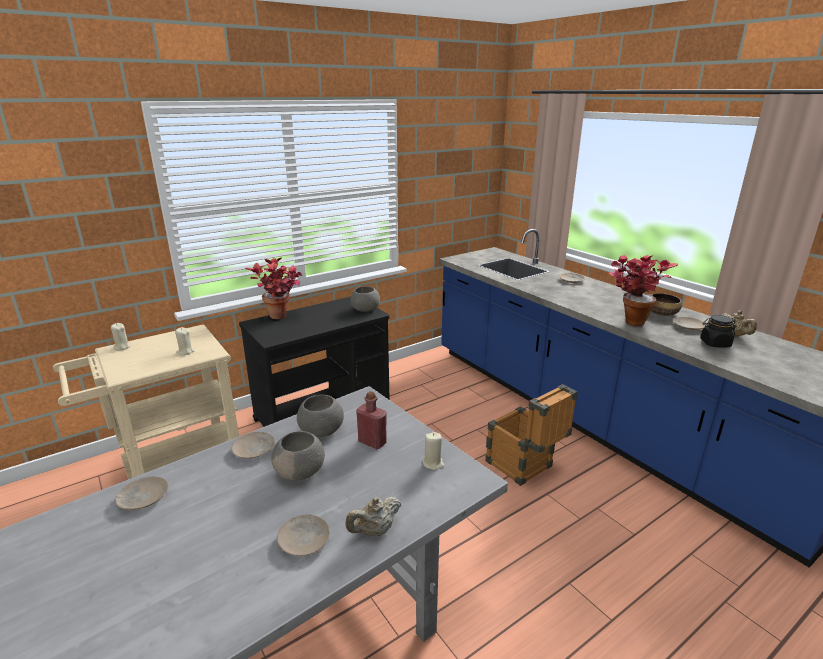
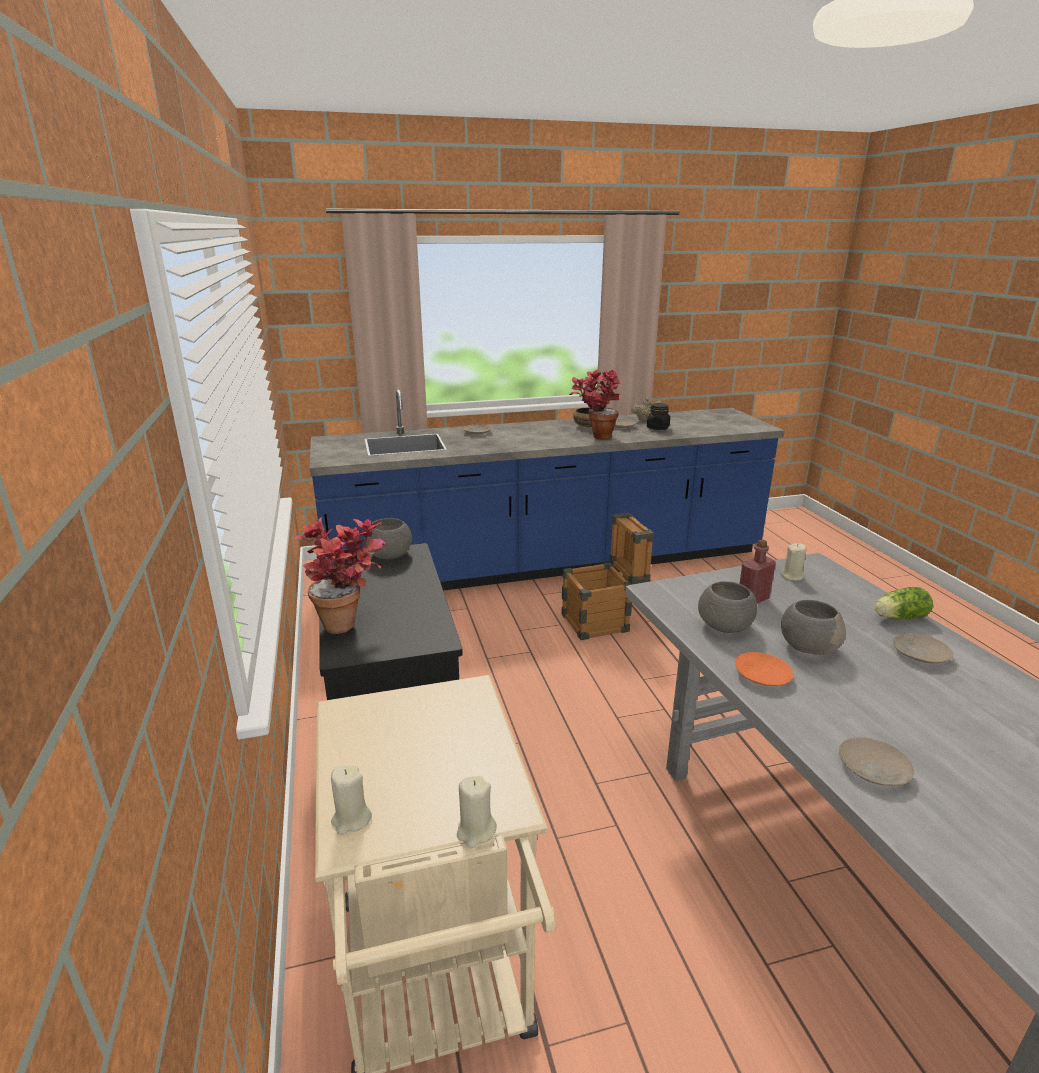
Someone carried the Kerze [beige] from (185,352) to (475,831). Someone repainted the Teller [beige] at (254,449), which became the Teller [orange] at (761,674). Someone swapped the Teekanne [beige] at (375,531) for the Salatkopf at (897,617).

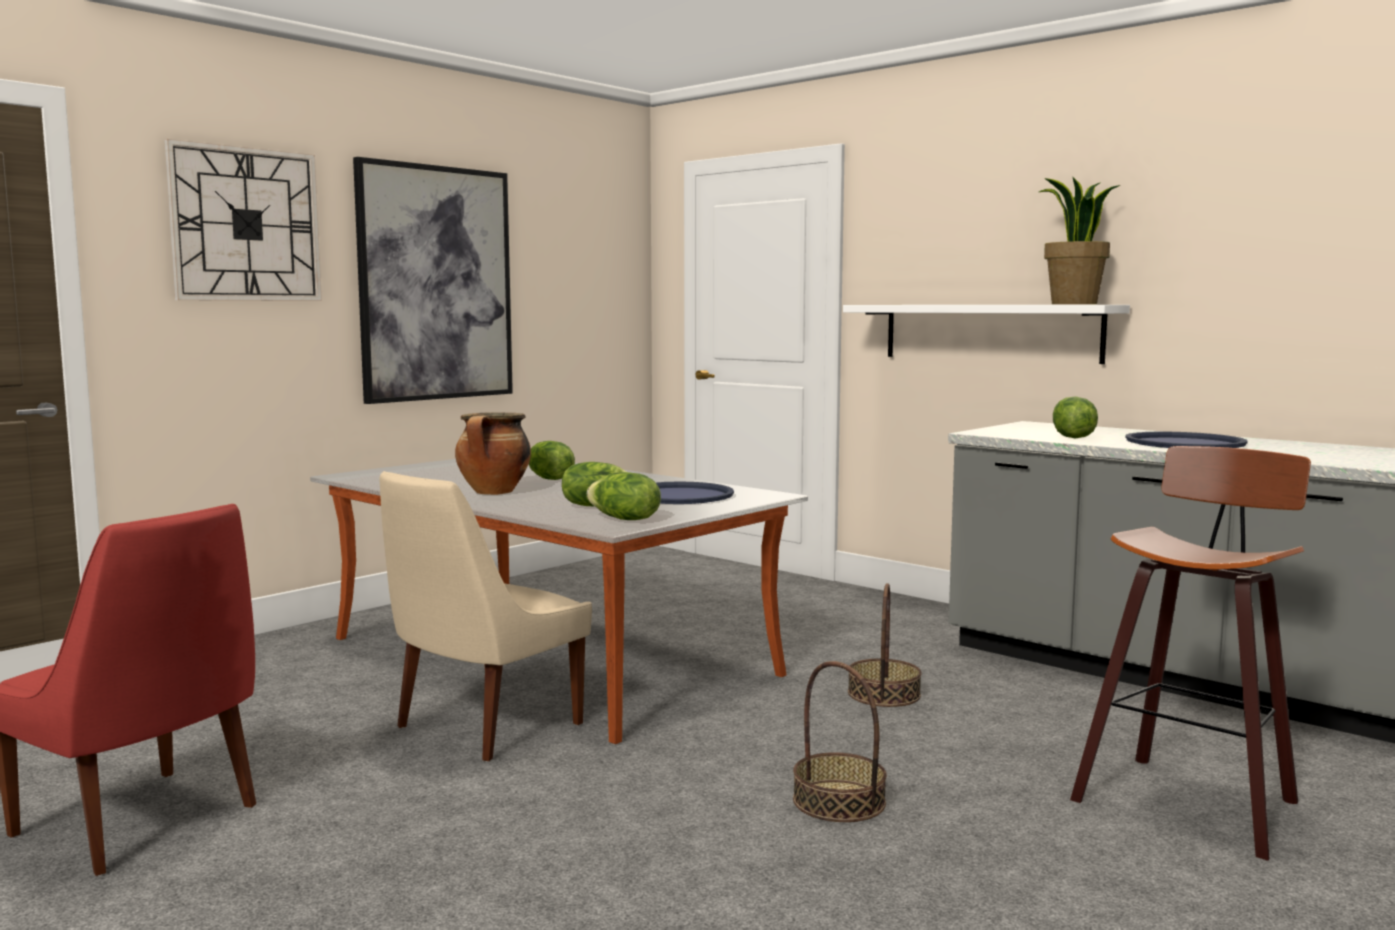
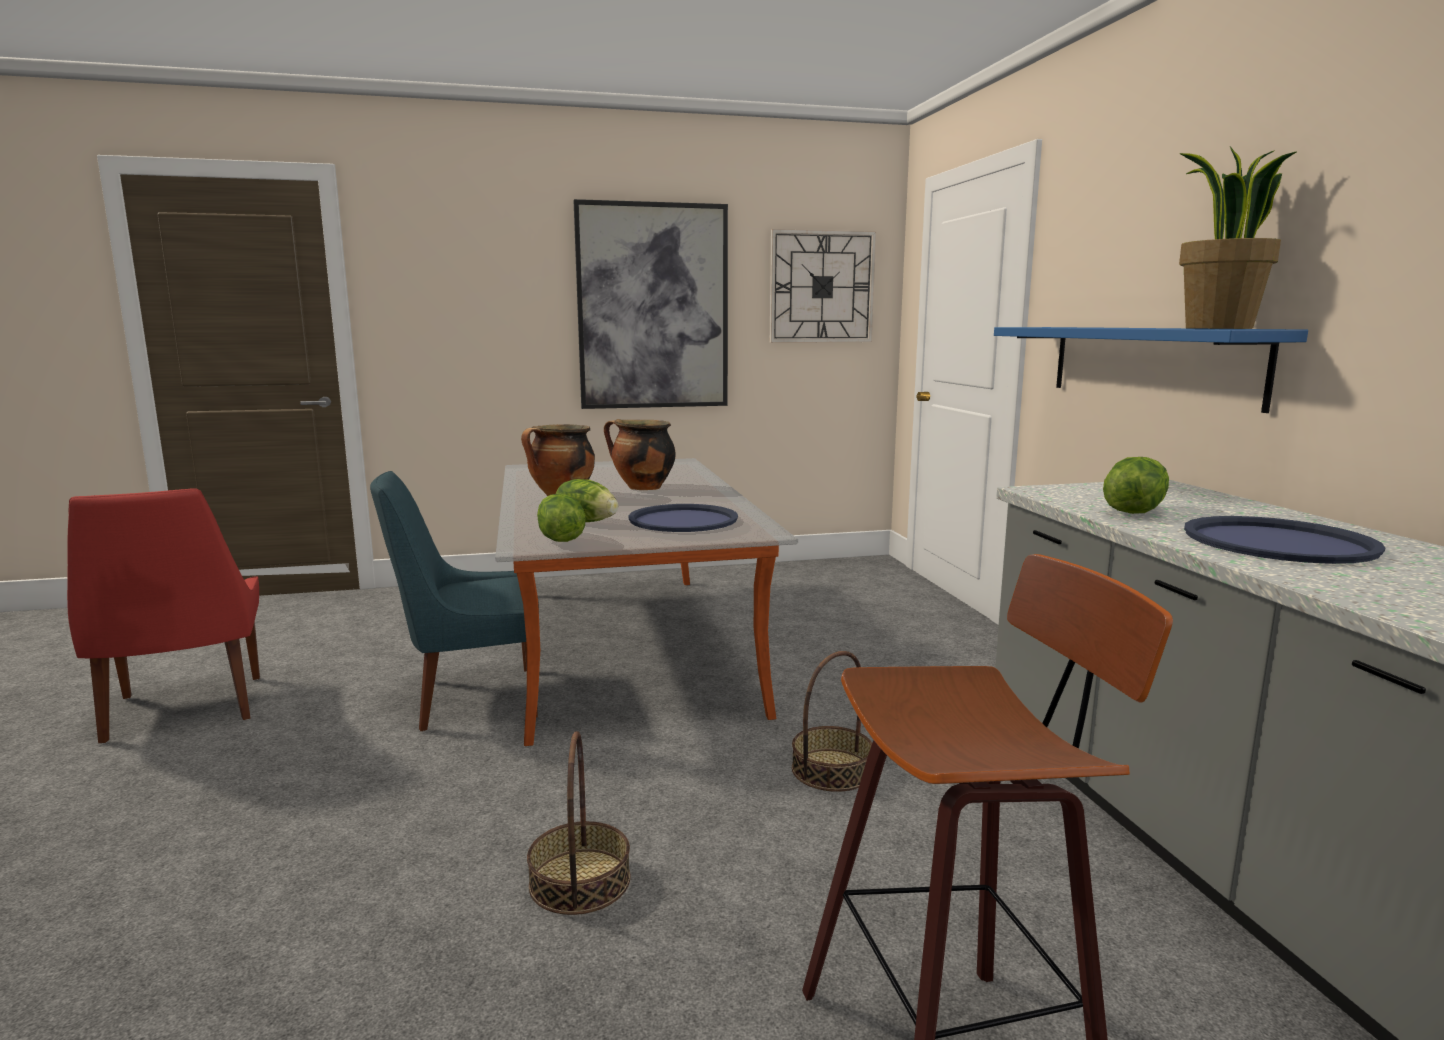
Someone carried the Wanduhr from (246,224) to (821,287). Someone repainted the Stuhl [beige] at (483,727), which became the Stuhl [blau] at (472,699). Someone swapped the Salatkopf at (549,479) for the Kochtopf at (642,488). Someone repainted the Wandregal [weiß] at (990,332), which became the Wandregal [blau] at (1150,363).

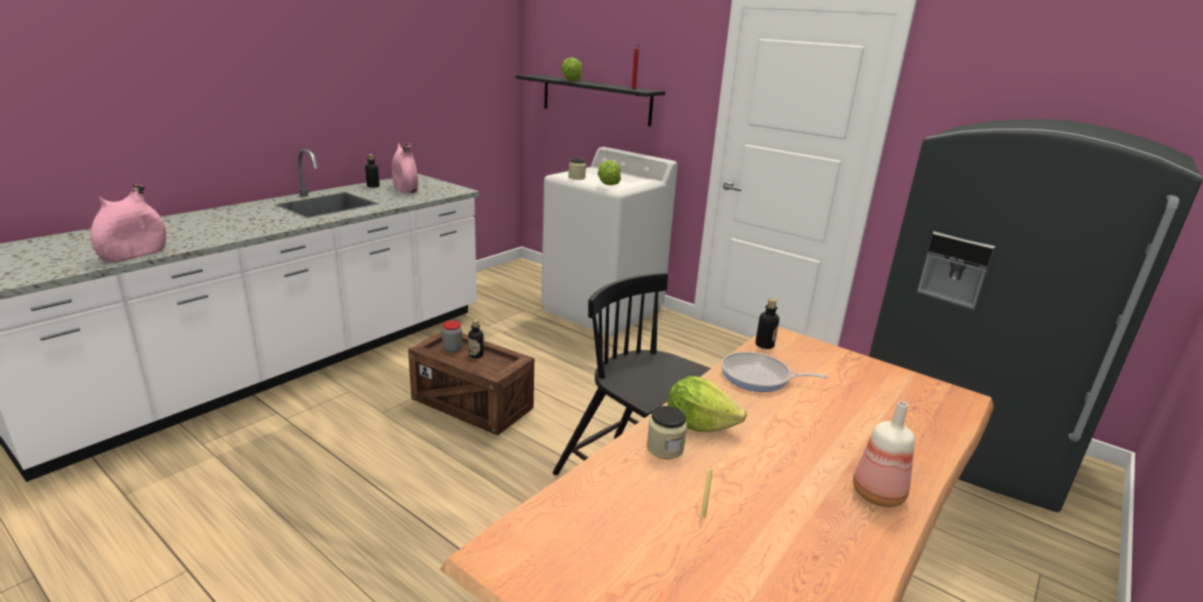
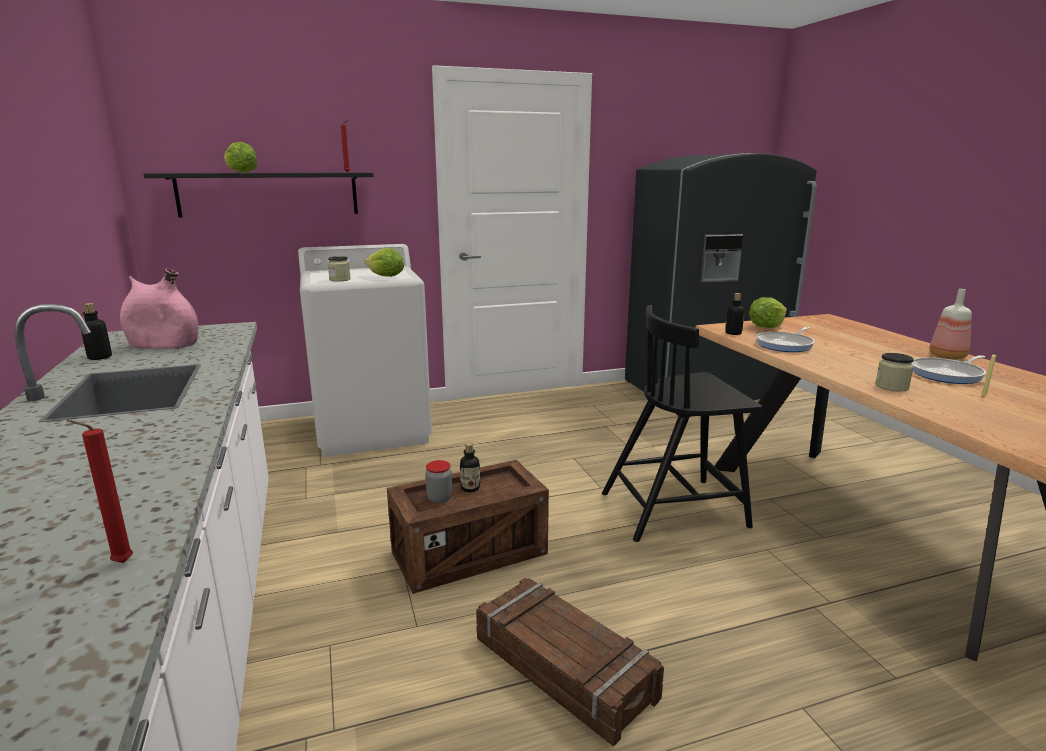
Someone swapped the Vase [rosa] at (134,255) for the Kerze [rot] at (119,564). Someone carried the Salatkopf from (699,424) to (766,327). Someone put down the Kiste at (562,669). Someone put down the Pfanne at (948,374).

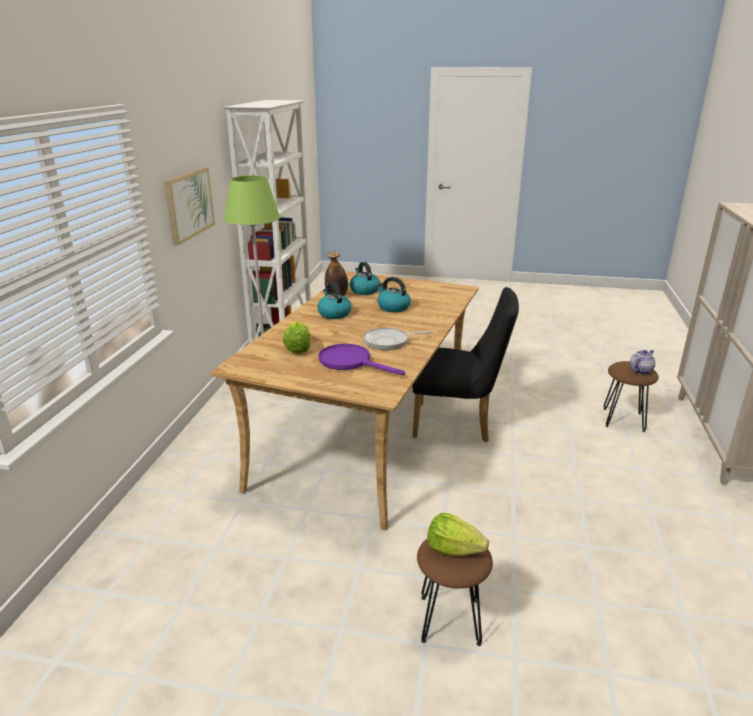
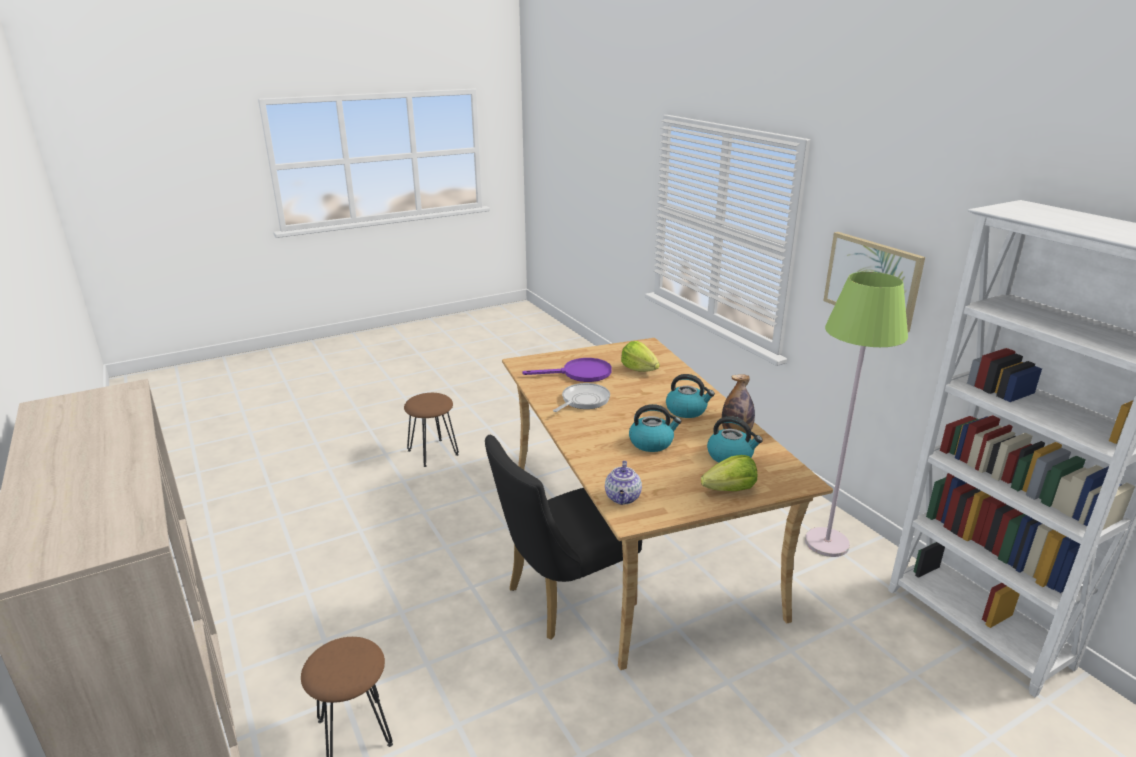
Someone carried the Salatkopf from (454,549) to (730,490). Someone carried the Teekanne from (640,370) to (623,498).

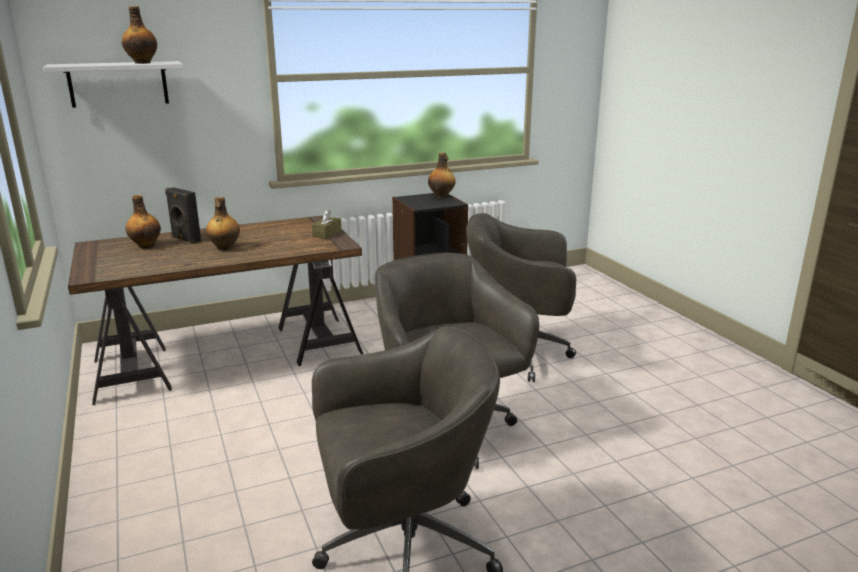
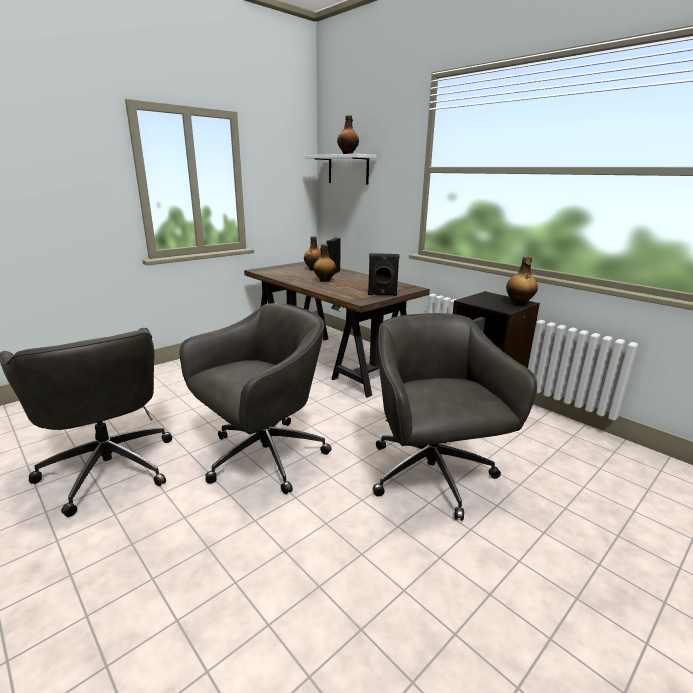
Someone swapped the Taschentuchbox [braun] at (327,234) for the Lautsprecher [schwarz] at (382,294).

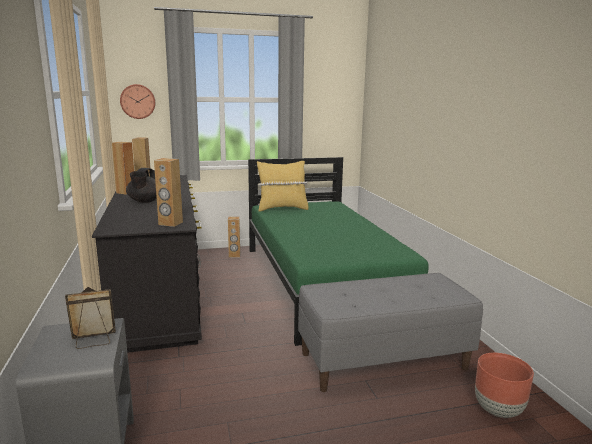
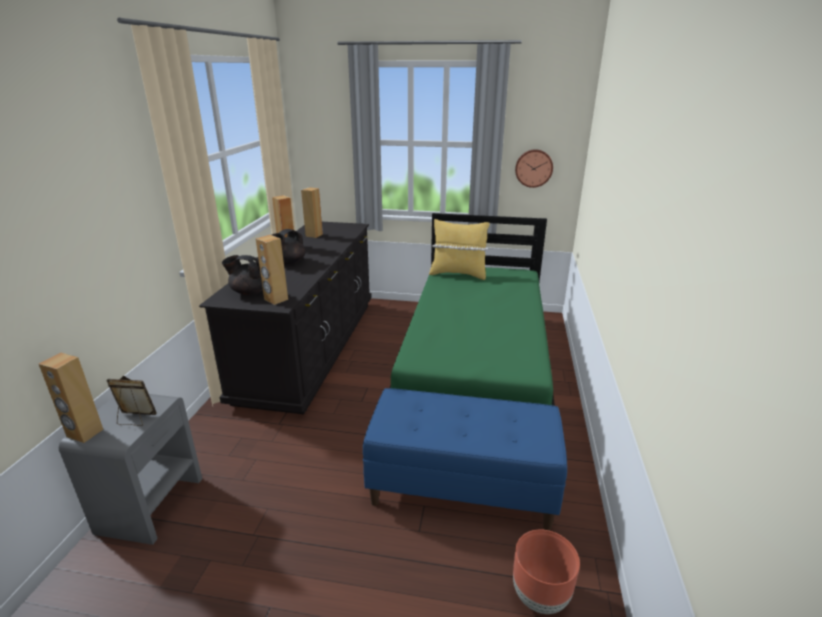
Someone carried the Wanduhr from (138,101) to (533,168). Someone carried the Lautsprecher [braun] from (234,255) to (84,433). Someone repainted the Bank [grau] at (383,360), which became the Bank [blau] at (462,487). Someone put down the Teekanne [schwarz] at (250,292).

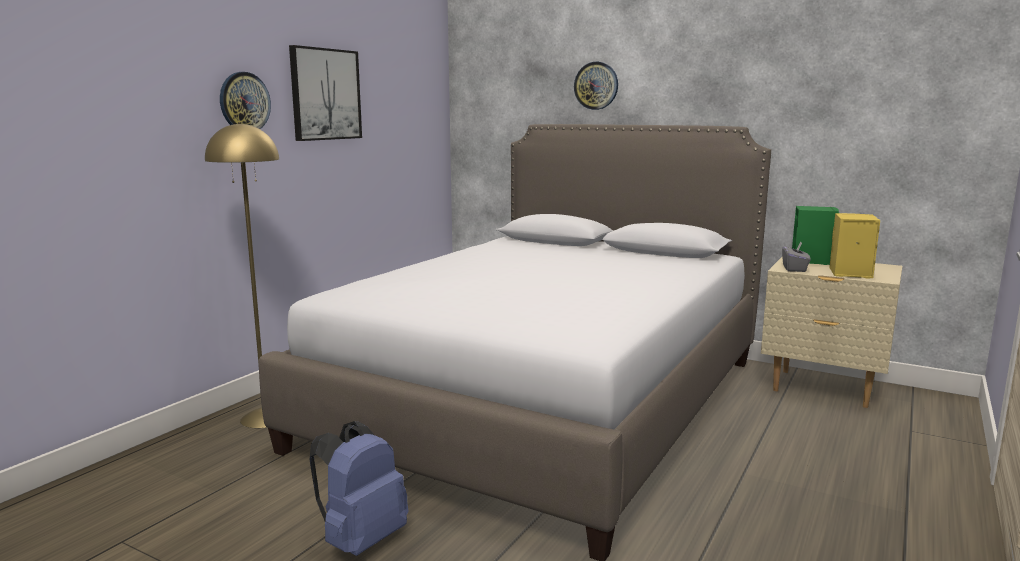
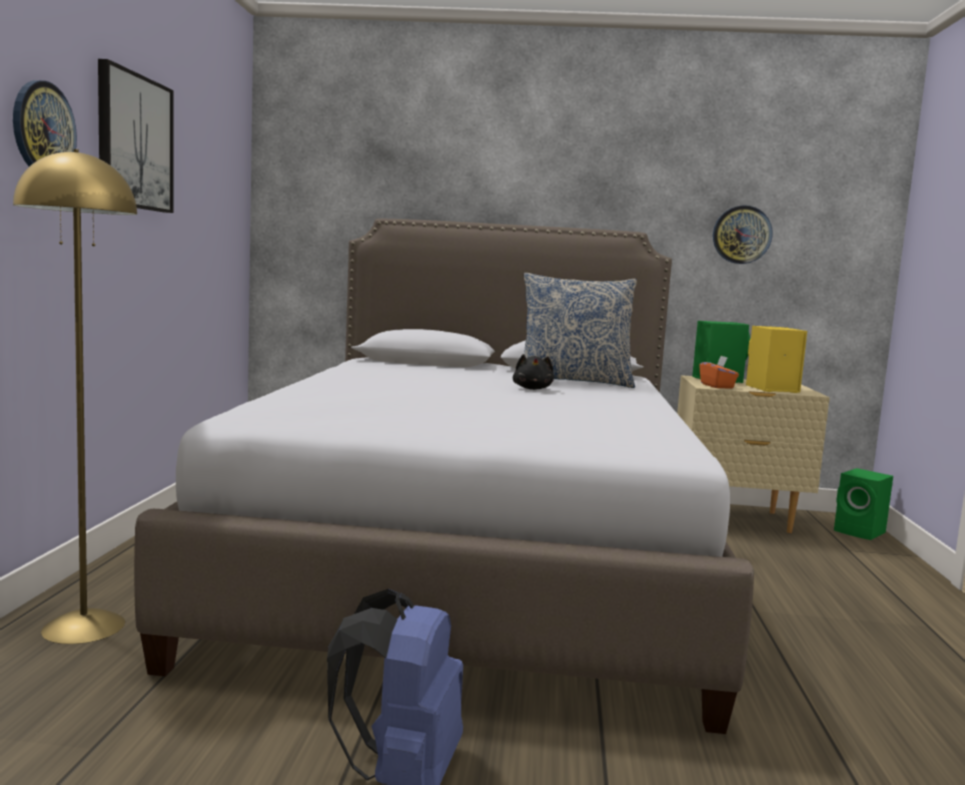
Someone carried the Wanduhr from (596,85) to (742,235). Someone repainted the Taschentuchbox [grau] at (794,269), which became the Taschentuchbox [orange] at (717,386). Someone put down the Plüschtier [schwarz] at (532,389). Someone put down the Kissen at (574,382). Someone put down the Lautsprecher [grün] at (861,532).

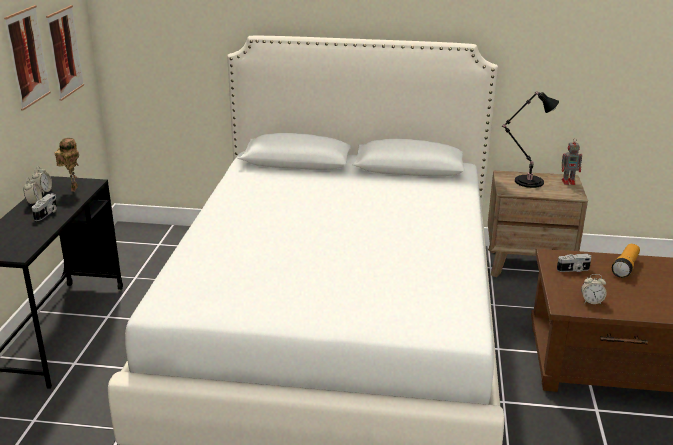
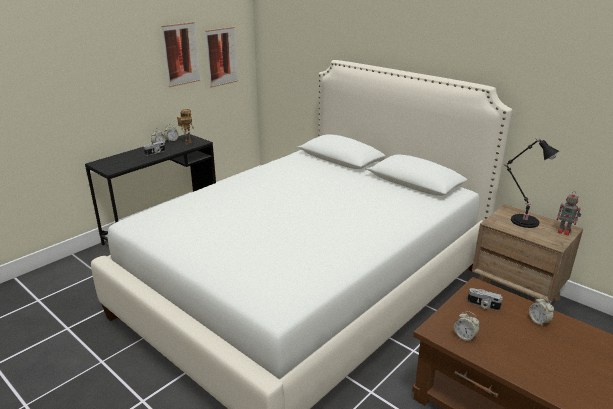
Someone swapped the Taschenlampe at (625,267) for the Wecker at (539,321).

